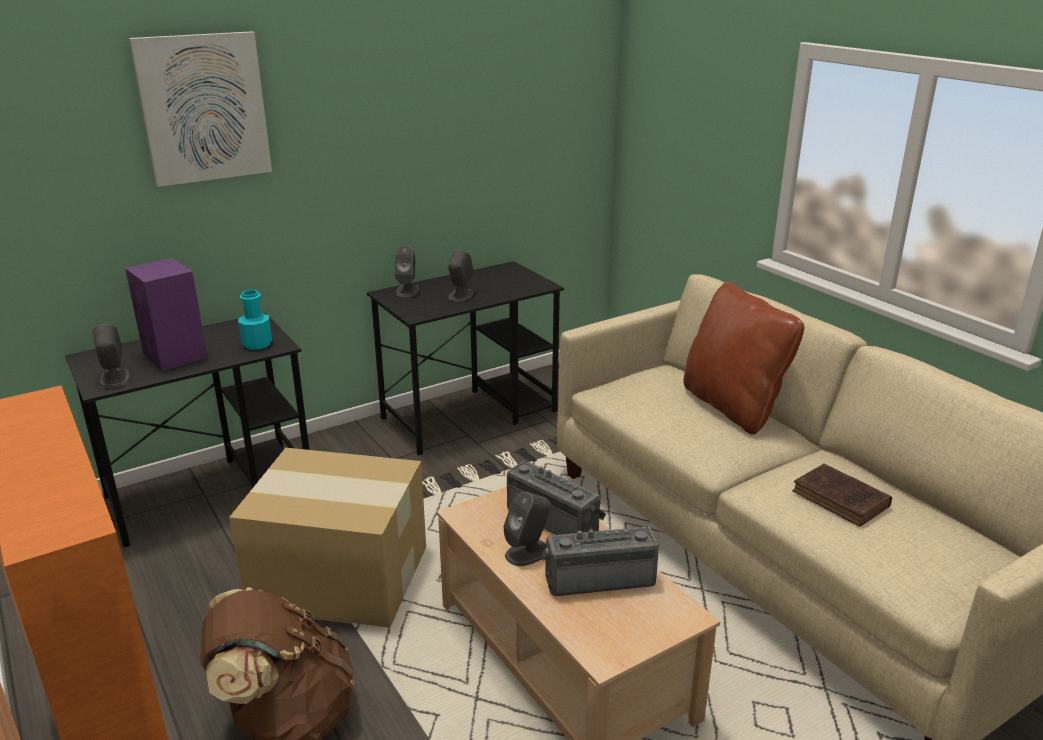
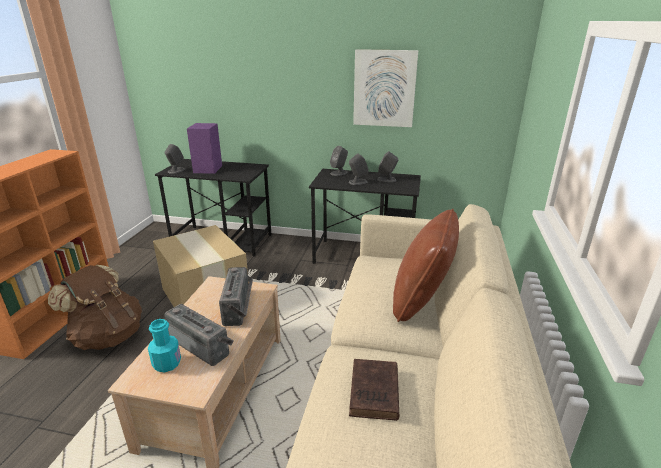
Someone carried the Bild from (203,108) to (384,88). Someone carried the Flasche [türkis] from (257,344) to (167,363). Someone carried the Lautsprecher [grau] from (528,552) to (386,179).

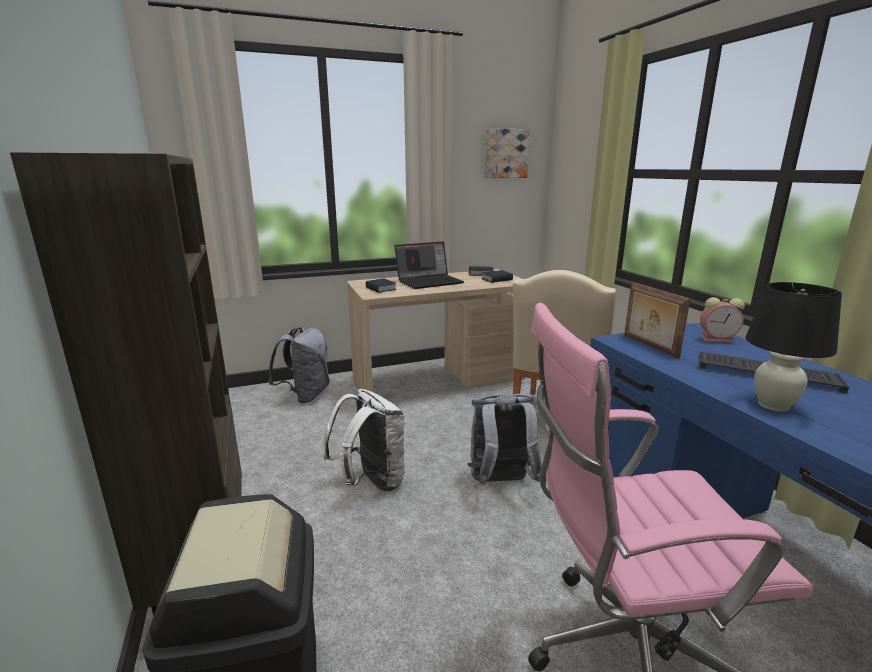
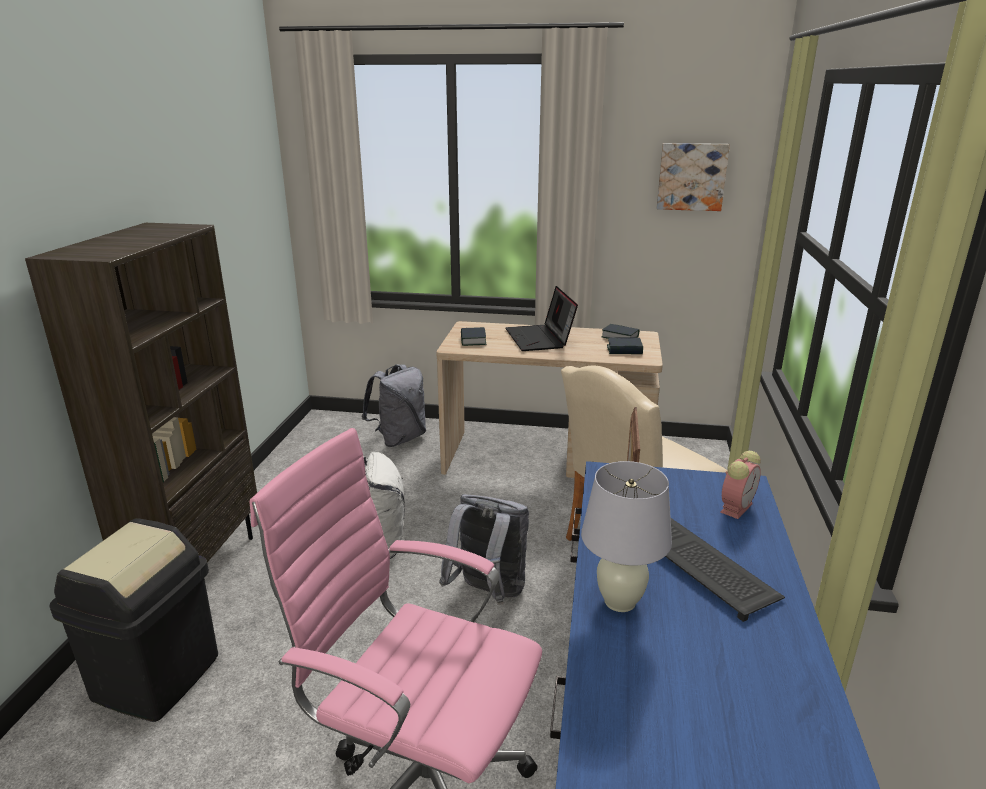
Someone rotated the Laptop at (429,282) by 75 degrees clockwise. Someone rotated the Wecker at (718,339) by 90 degrees counterclockwise. Someone repainted the Tischlampe [schwarz] at (773,405), which became the Tischlampe [weiß] at (620,601).

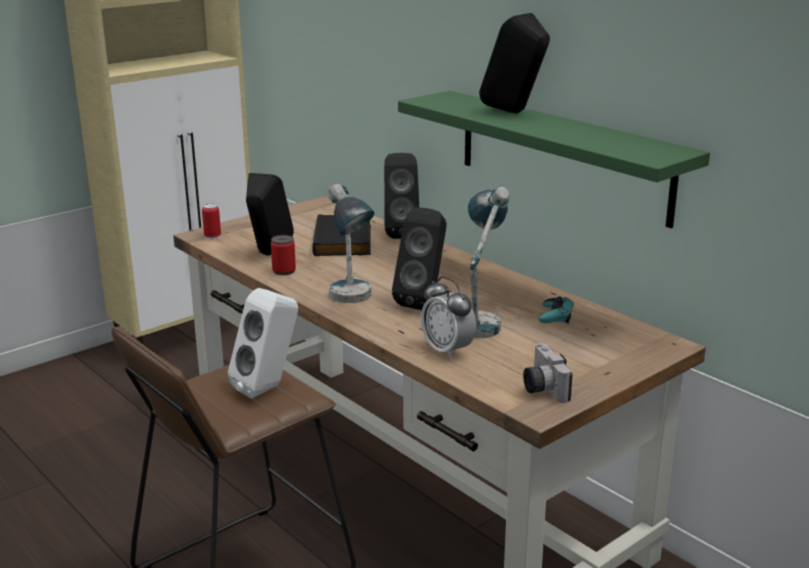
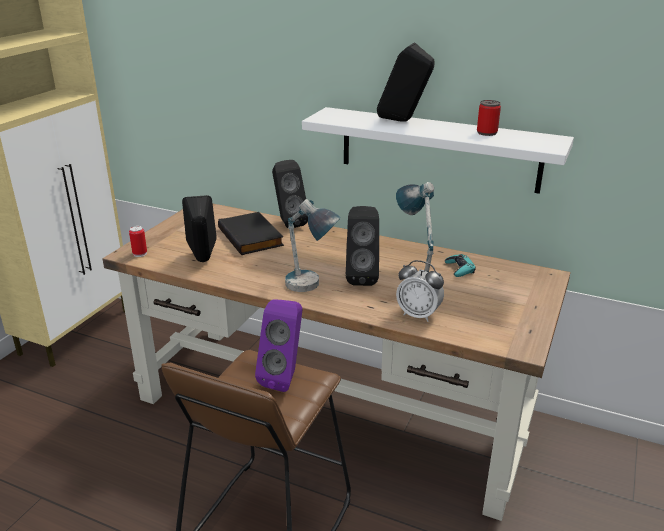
Someone repainted the Lautsprecher [weiß] at (269,388), which became the Lautsprecher [lila] at (285,377). Someone carried the Dose from (284,271) to (487,133). Someone repainted the Wandregal [grün] at (562,155), which became the Wandregal [weiß] at (438,149). Someone took away the Kamera at (541,388).

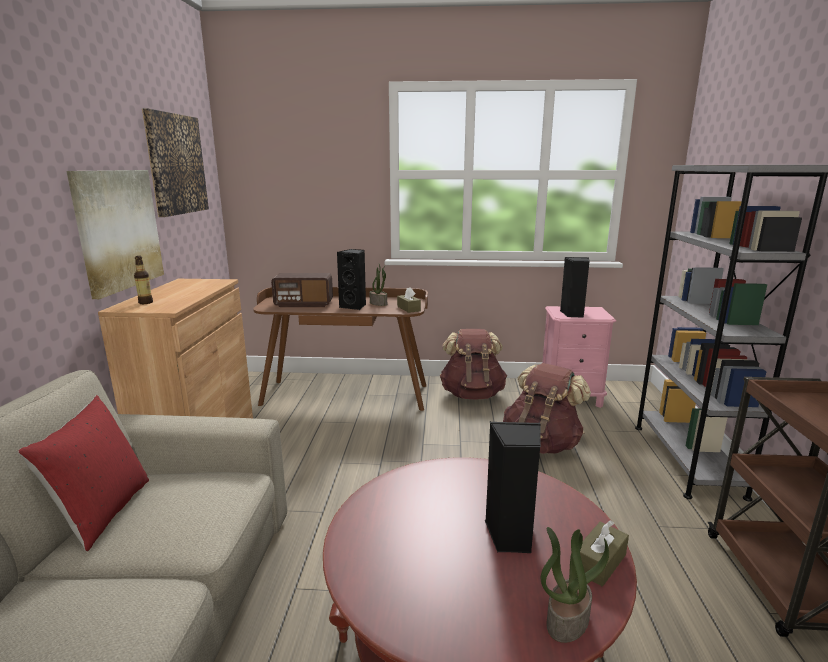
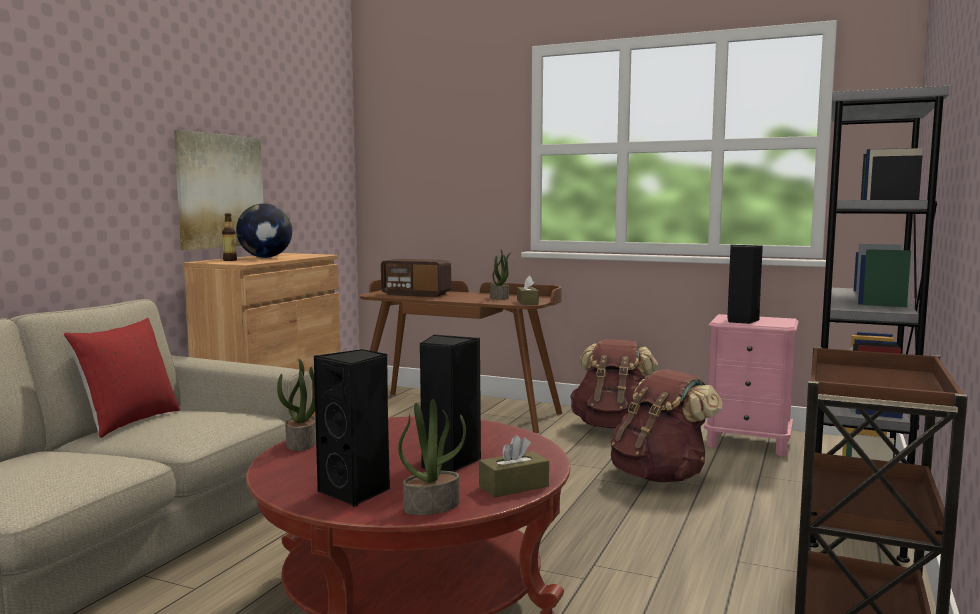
Someone took away the Bild at (176,164). Someone carried the Lautsprecher [schwarz] from (354,306) to (356,492). Someone put down the Globus at (265,257). Someone put down the Topfpflanze at (302,443).

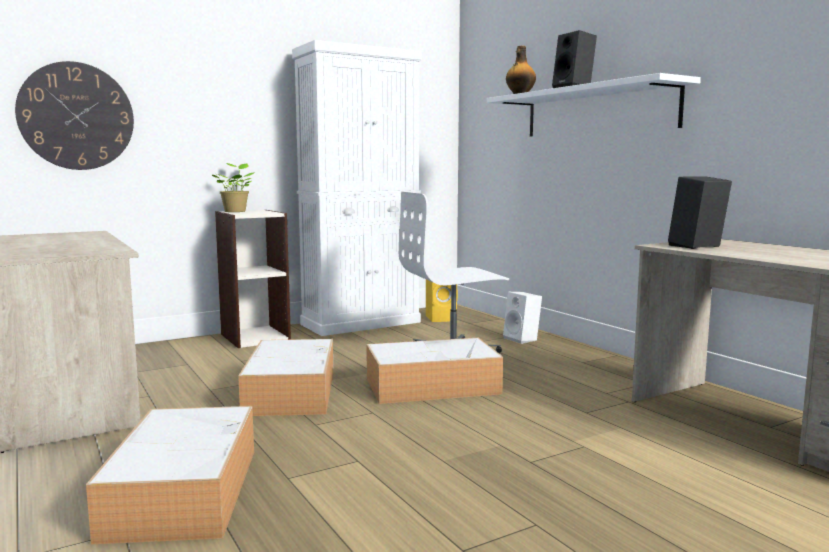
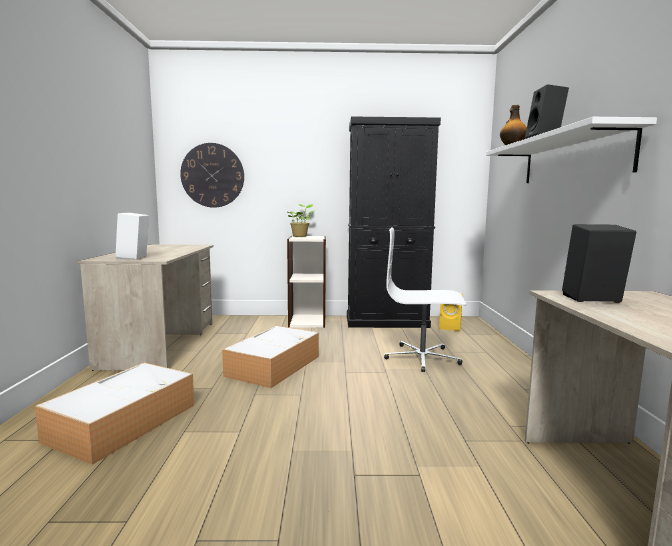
Someone repainted the Schrank [weiß] at (361,323), which became the Schrank [schwarz] at (387,322). Someone took away the Aufbewahrungsbox at (434,386). Someone carried the Lautsprecher [weiß] from (523,339) to (134,258).

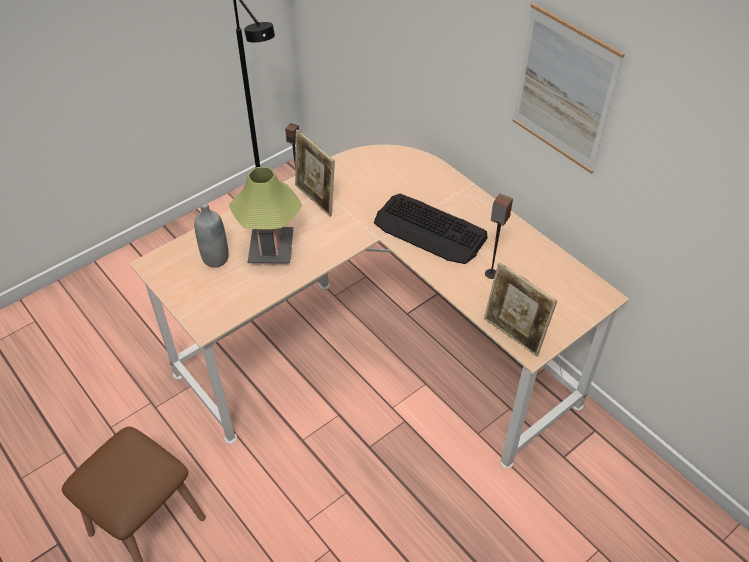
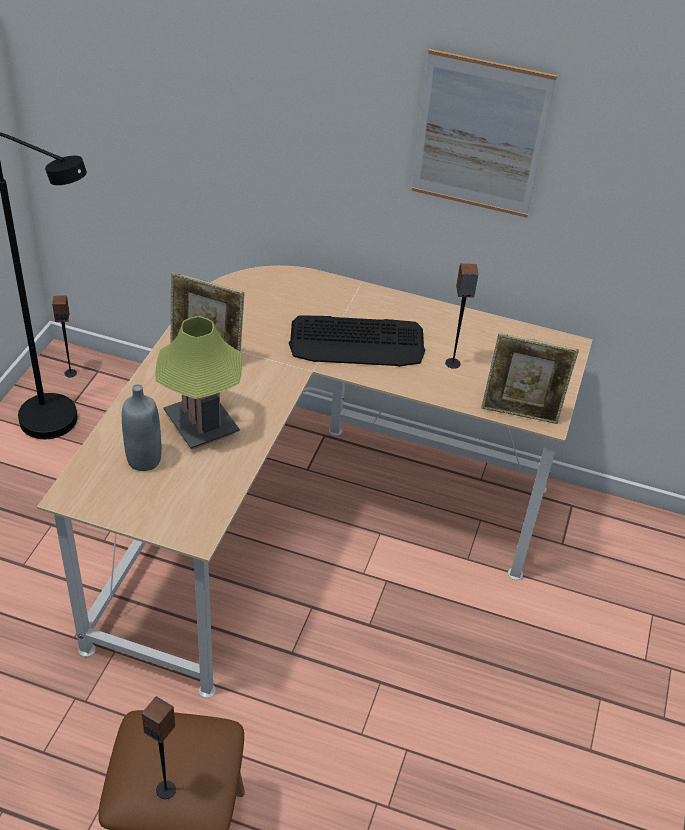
Someone put down the Lautsprecher at (166,789).

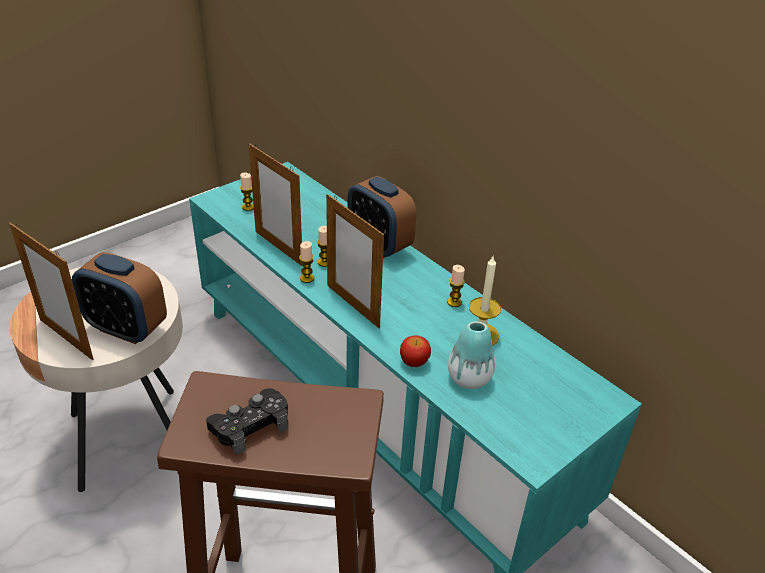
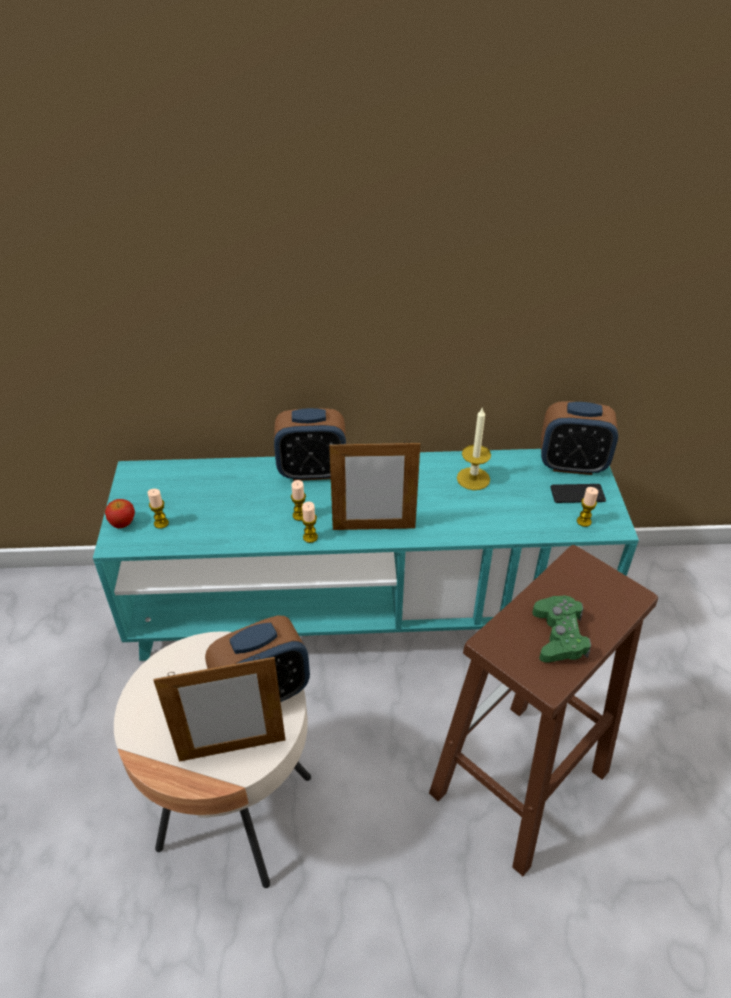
Someone repainted the Gamepad [schwarz] at (250,425), which became the Gamepad [grün] at (559,635). Someone took away the Bilderrahmen at (278,248). Someone carried the Apfel from (414,362) to (123,523). Someone carried the Kerze from (454,302) to (584,521). Someone took away the Vase at (469,378). Someone put down the Wecker at (572,465). Someone put down the Handy at (577,494).

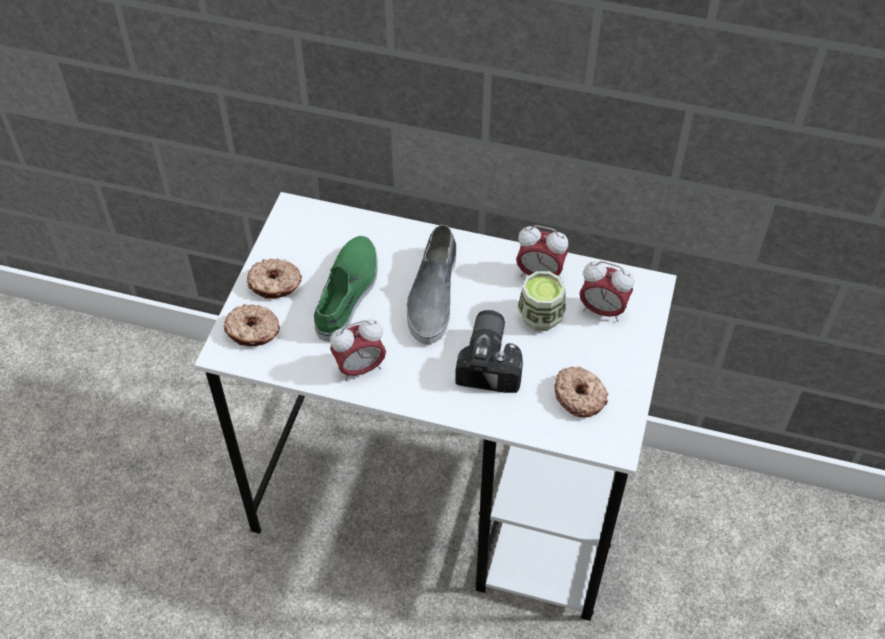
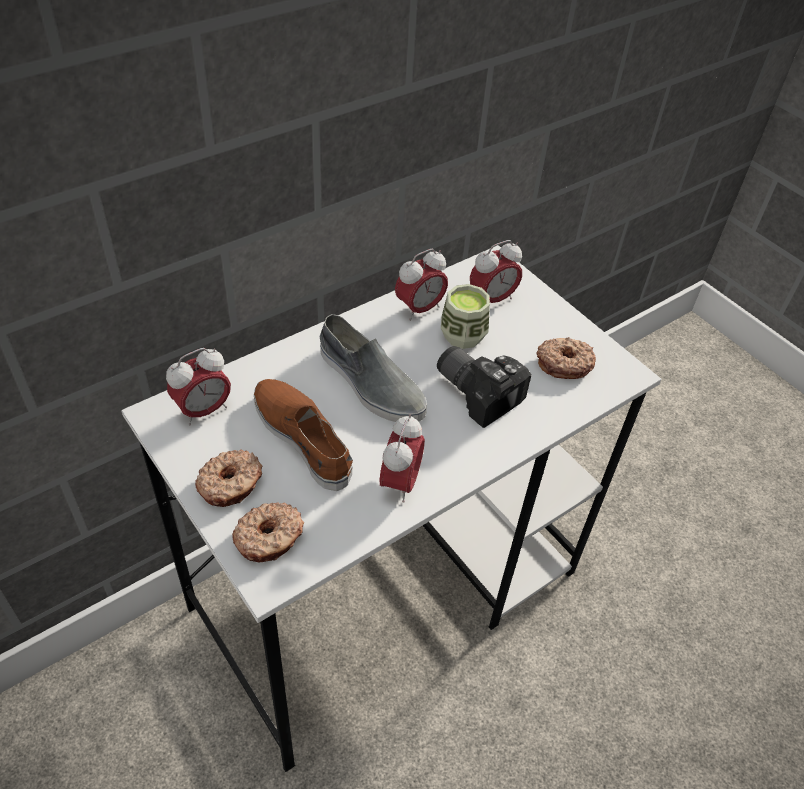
Someone repainted the Schuh [grün] at (347,293), which became the Schuh [braun] at (303,437). Someone put down the Wecker at (203,410).

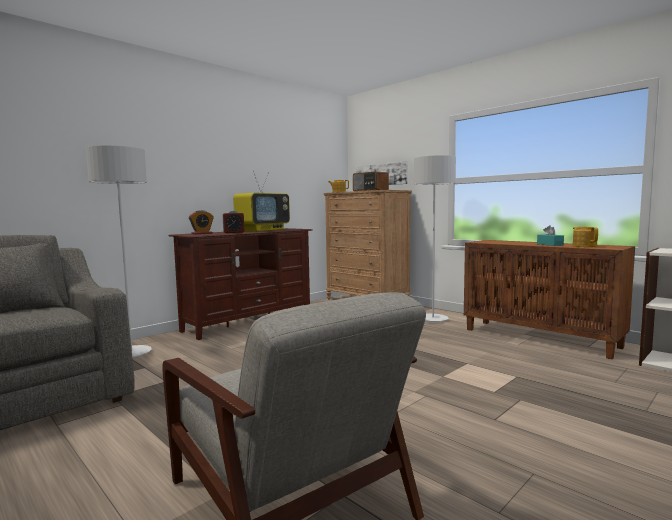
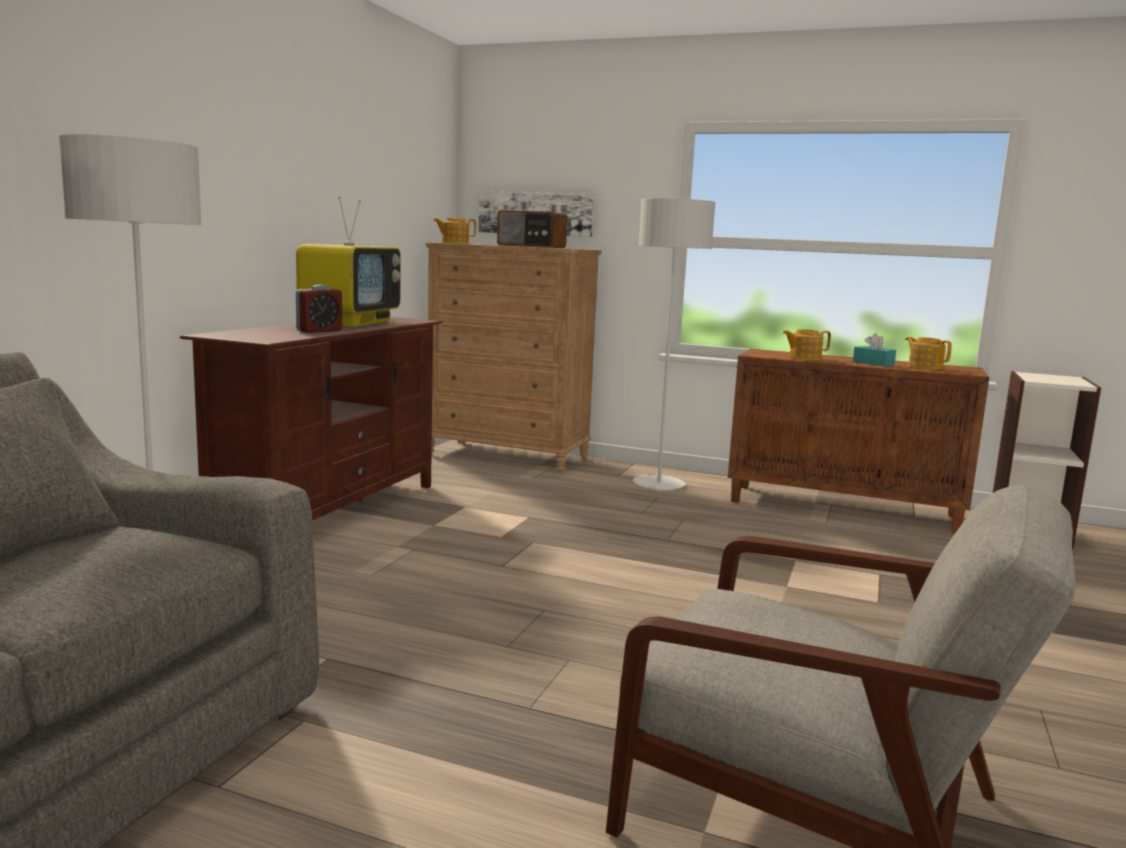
Someone took away the Wecker at (202,233). Someone put down the Teekanne at (804,358).

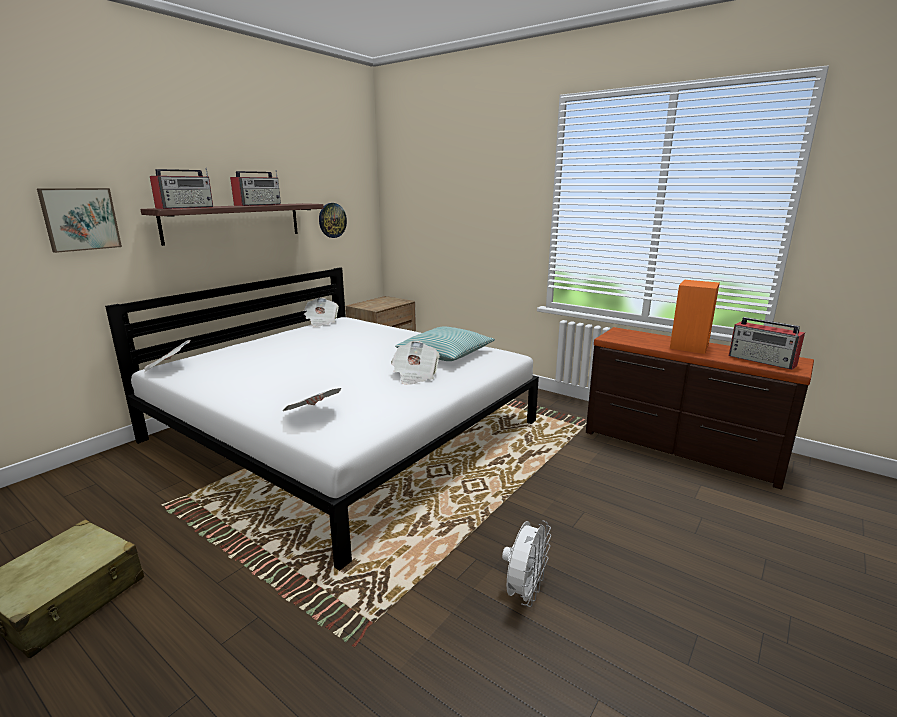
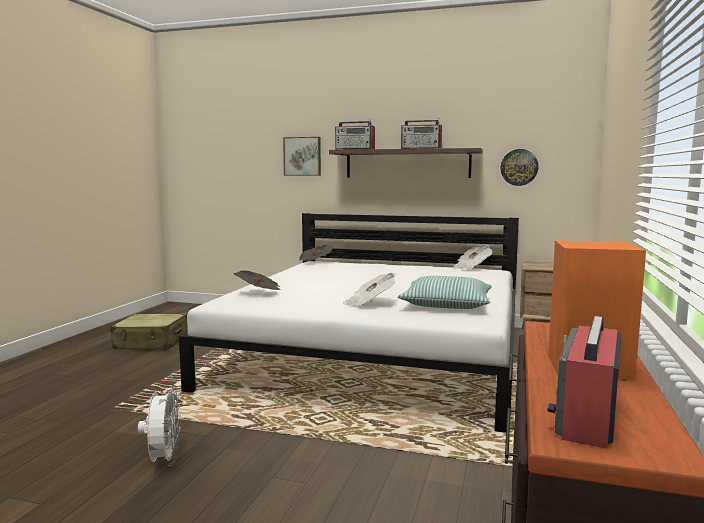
Someone rotated the Ventilator [weiß] at (524,592) by 105 degrees counterclockwise.

